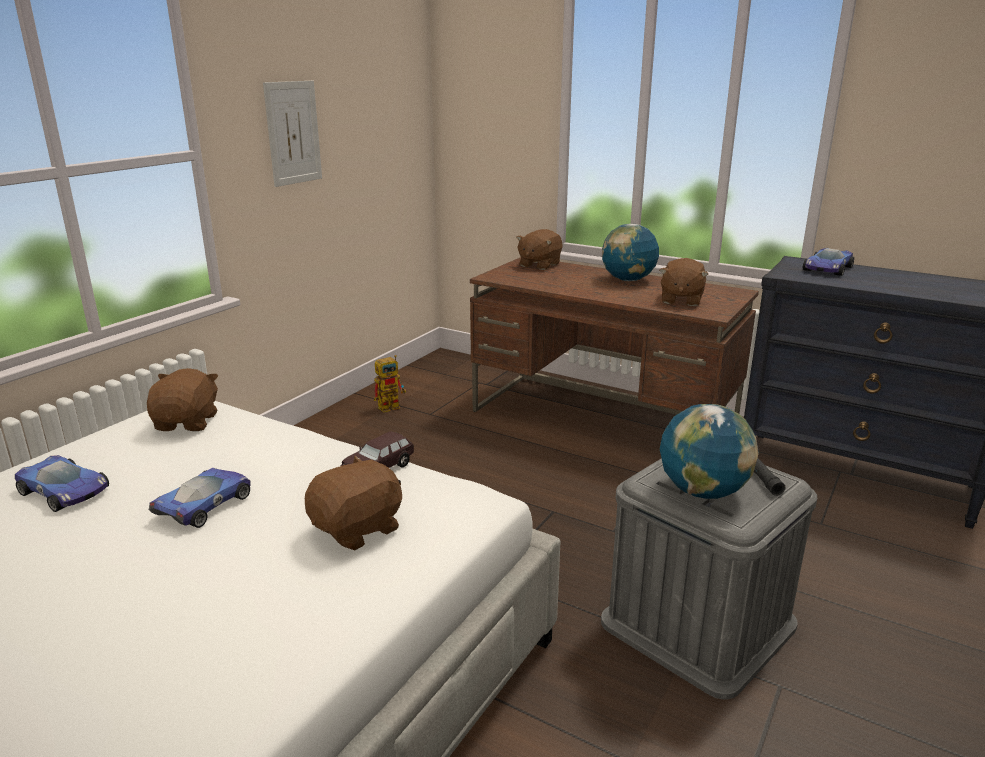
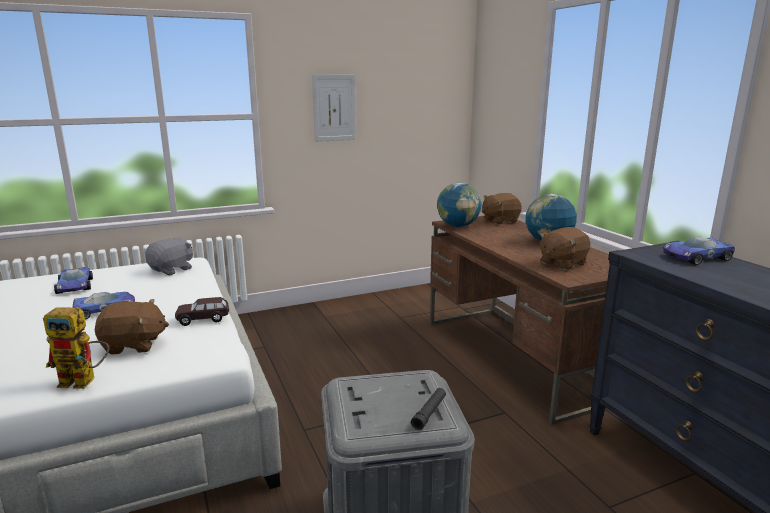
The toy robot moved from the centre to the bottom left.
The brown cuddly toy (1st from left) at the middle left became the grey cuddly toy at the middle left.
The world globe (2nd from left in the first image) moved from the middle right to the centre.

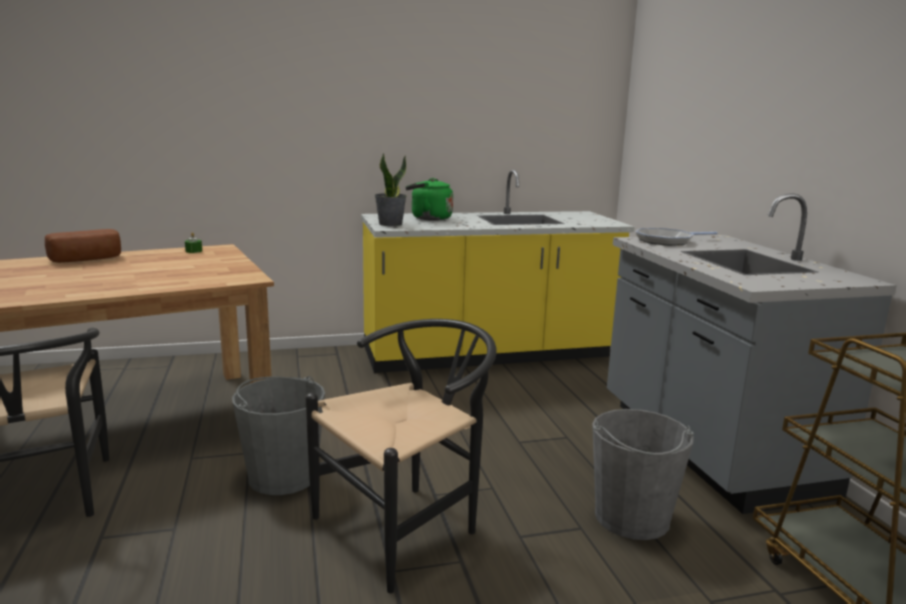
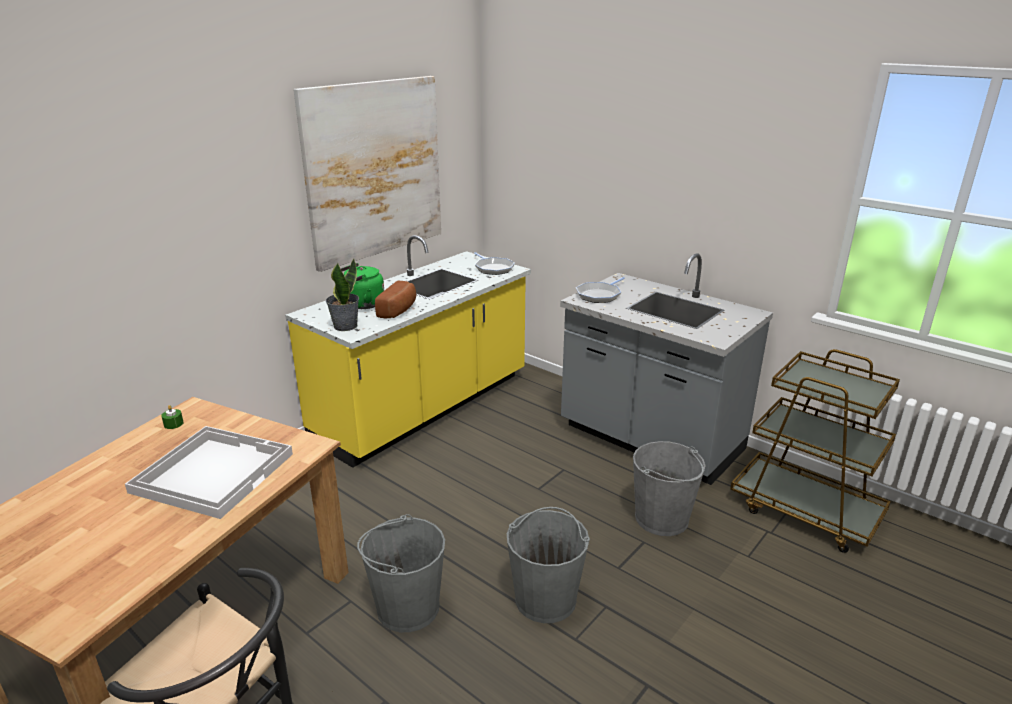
The bakery bread moved from the middle left to the centre.
The black-coloured plain chair (2nd from left) at the bottom centre was replaced by the grey water bucket (2nd from left) at the bottom centre.
The wall picture at the top centre appeared.
The frying pan (1st from left) at the centre appeared.
The white tray at the bottom left appeared.

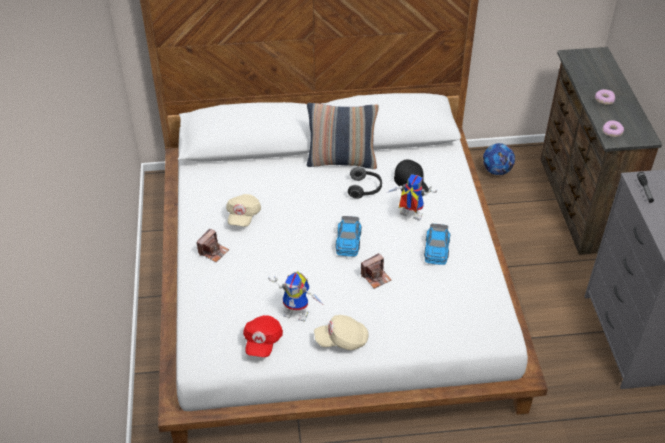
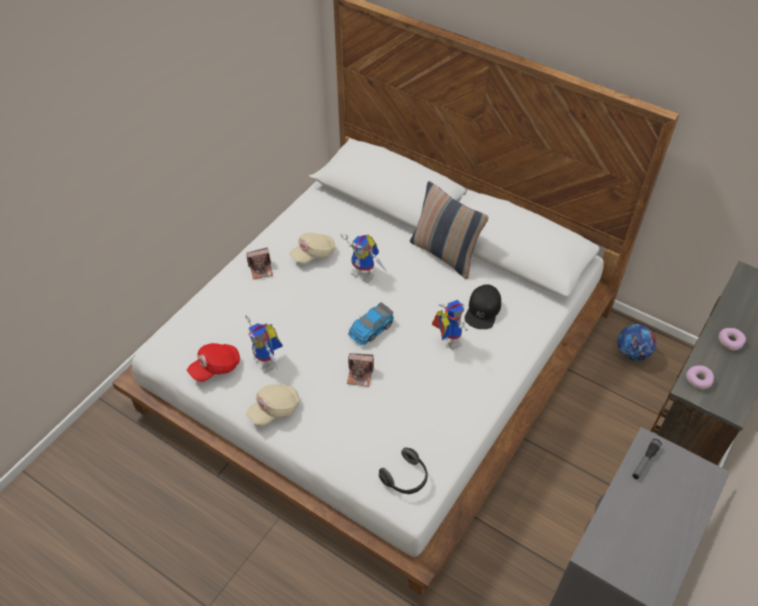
The pair of headphones moved from the centre to the bottom centre.
The miniature car (2nd from left) at the centre disappeared.
The sand-coloured baseball cap (2nd from left in the first image) at the bottom centre turned 75 degrees counterclockwise.
The toy robot (2nd from left) at the centre appeared.

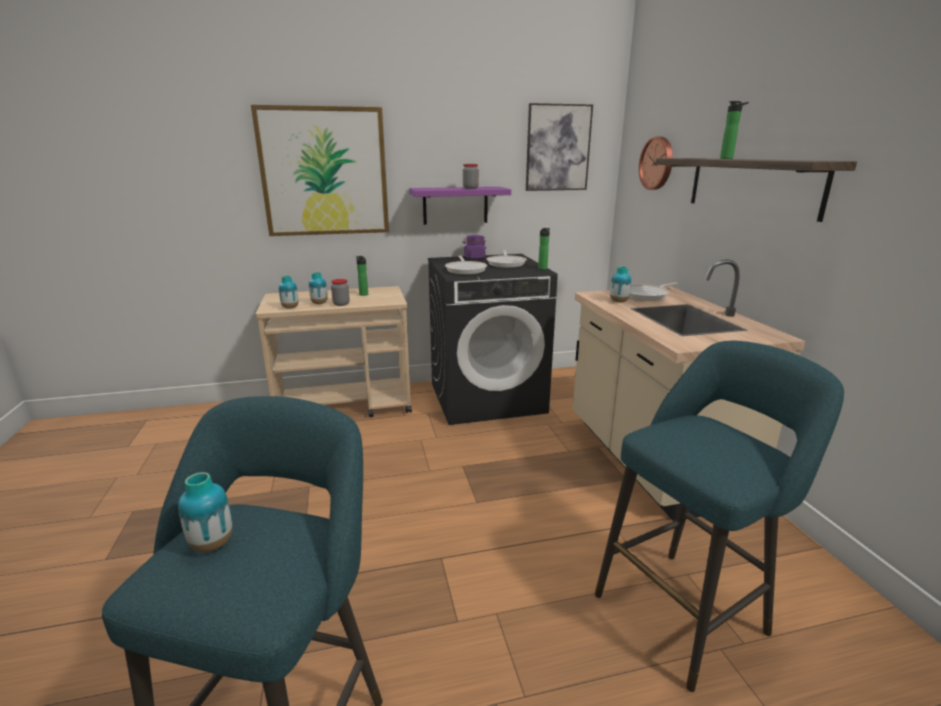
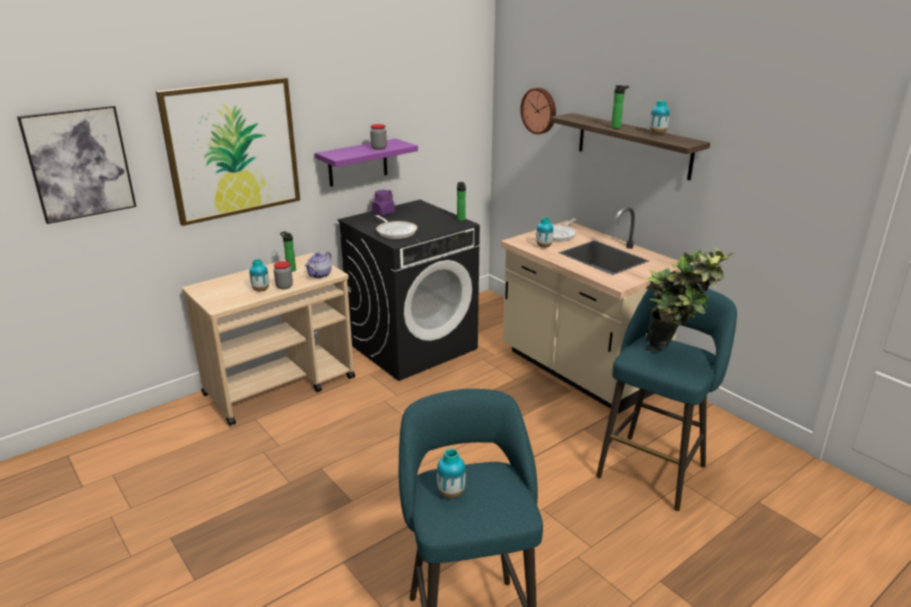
The wall picture (2nd from left in the first image) moved from the top centre to the top left.
The frying pan (2nd from left) at the centre disappeared.
The decorative vase (2nd from left in the first image) moved from the middle left to the top right.
The plant in a pot at the middle right appeared.
The pot for tea at the centre appeared.

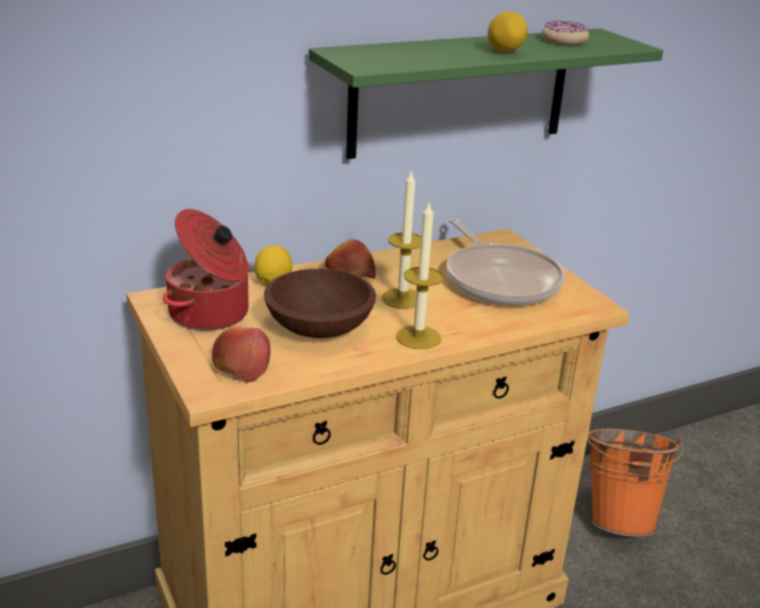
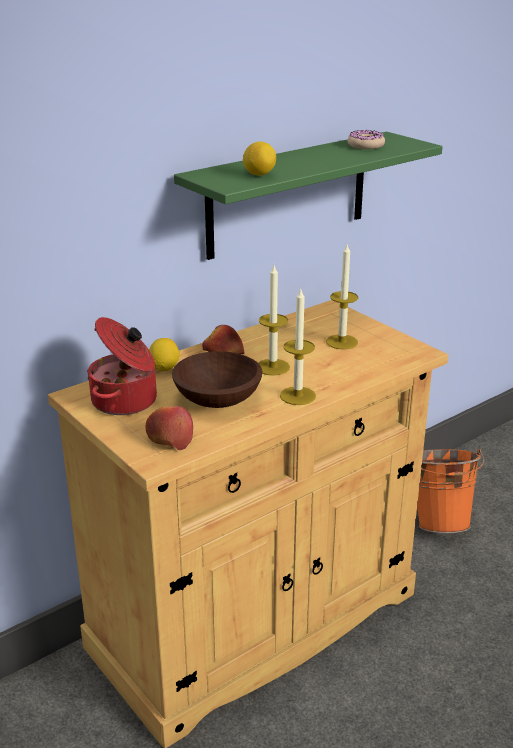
The lemon (2nd from left) moved from the top right to the top centre.
The frying pan at the centre was replaced by the wax candle (3rd from left) at the middle right.

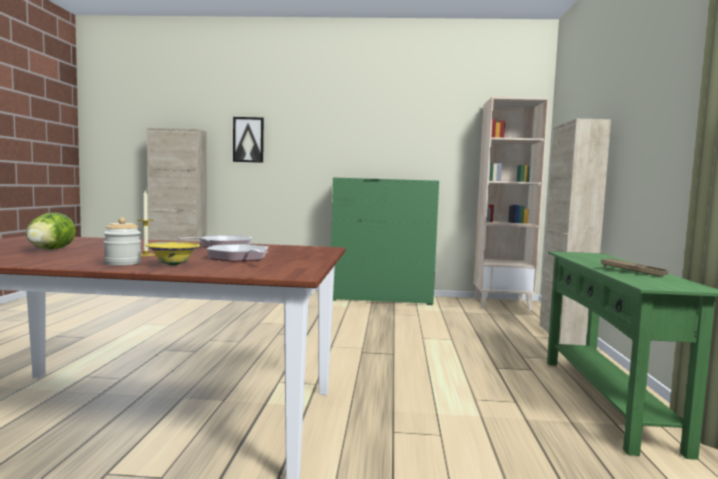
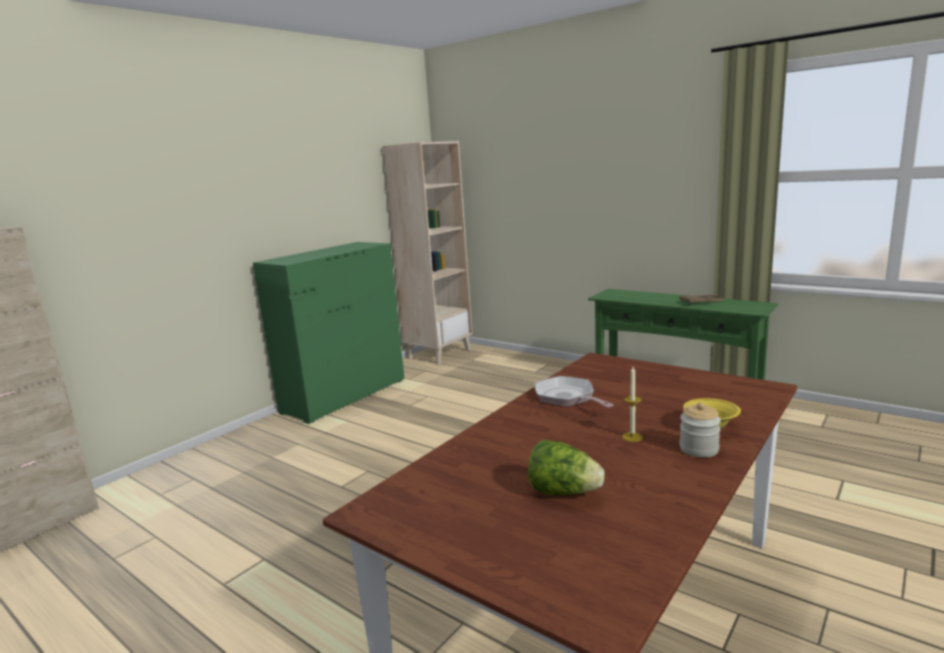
The wall picture at the top centre disappeared.
The sand-coloured cabinet (2nd from left) at the middle right disappeared.
The frying pan (2nd from left) at the middle left disappeared.

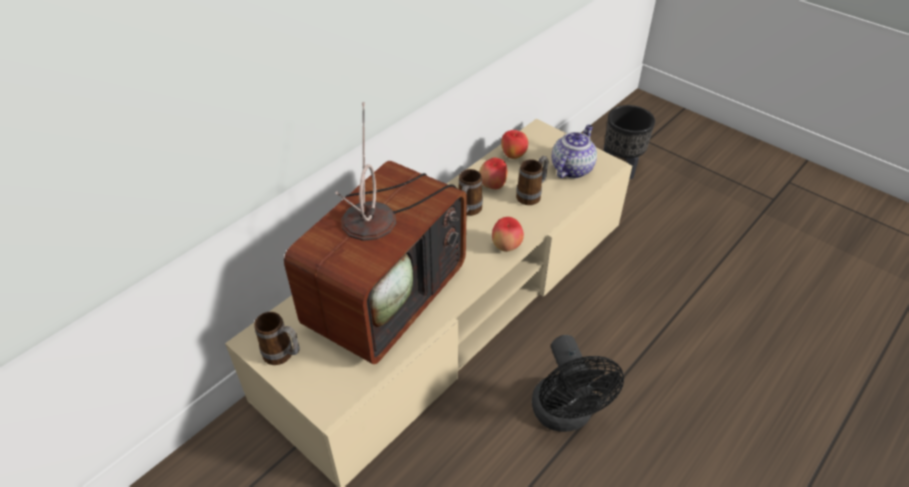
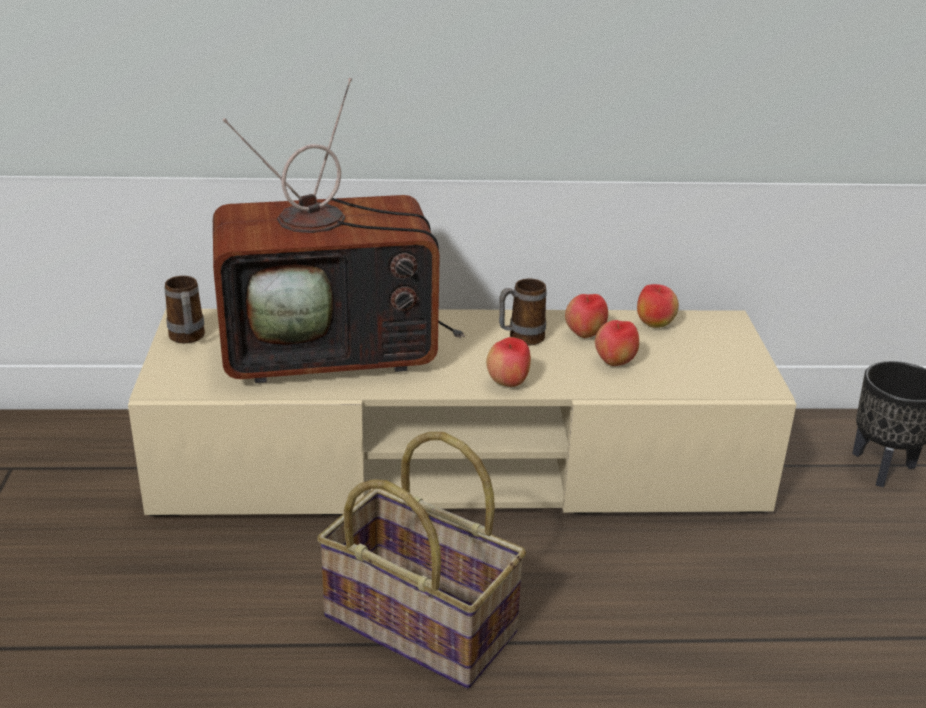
The pot for tea at the top centre disappeared.
The mug (3rd from left) at the centre was replaced by the apple (3rd from left) at the centre.
The black-coloured cooling fan at the bottom centre was replaced by the storage basket at the bottom centre.

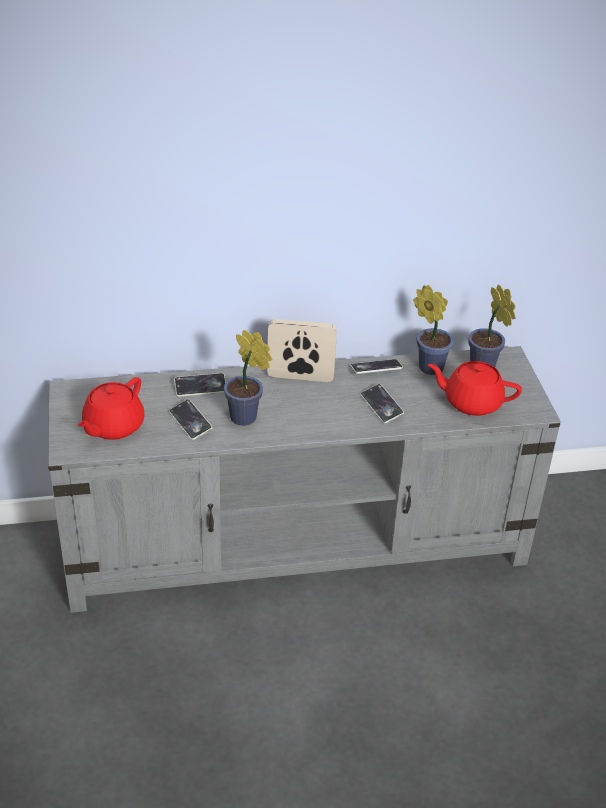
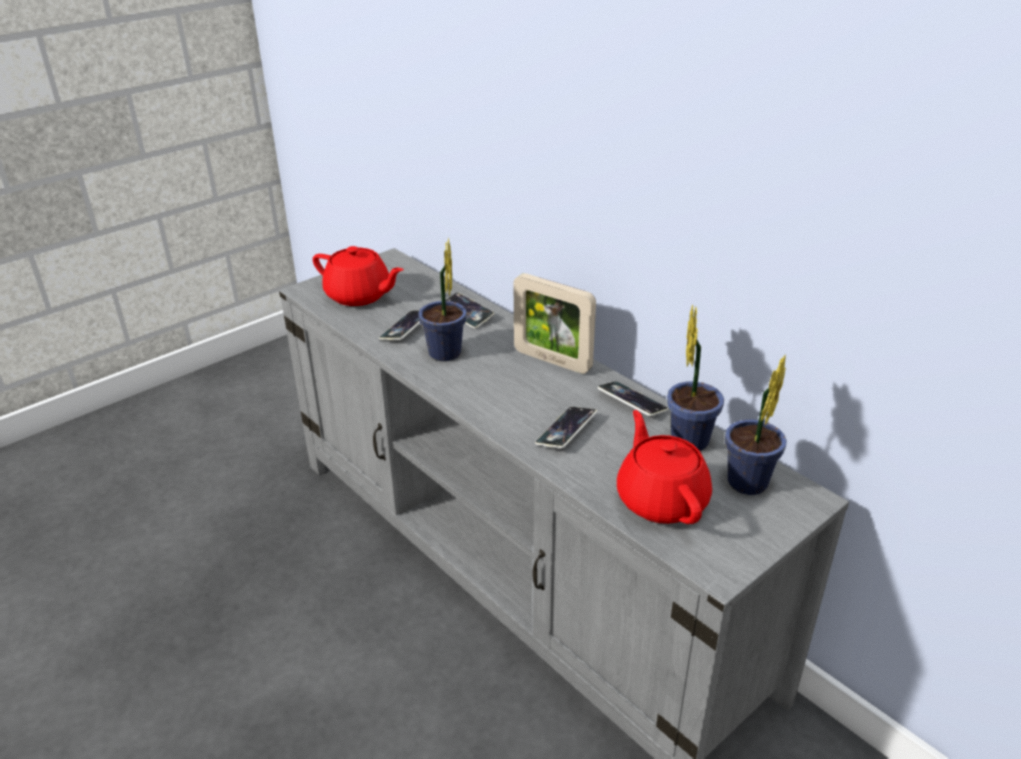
The photo frame at the centre turned 150 degrees clockwise.
The reddish pot for tea (1st from left) at the middle left turned 150 degrees counterclockwise.

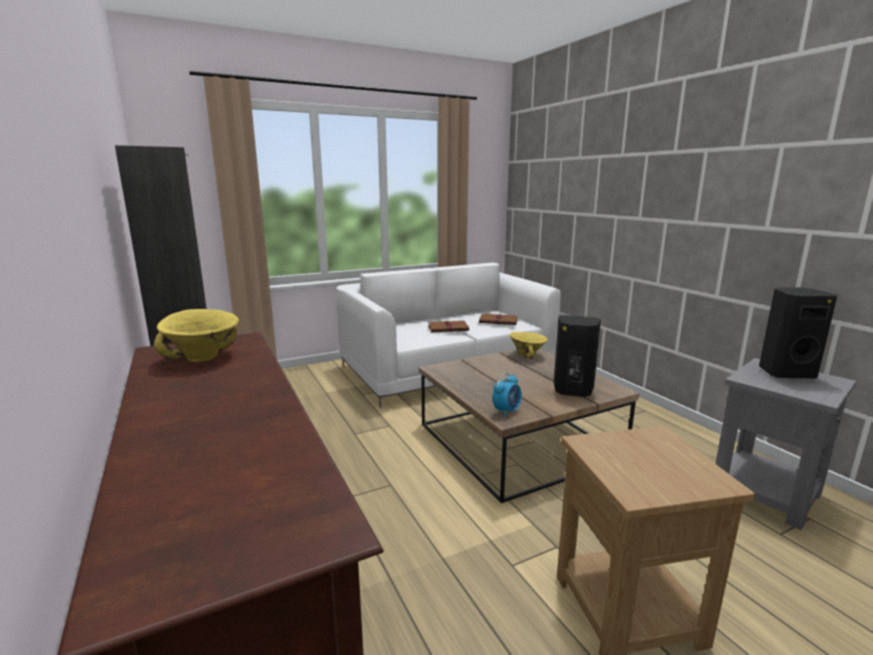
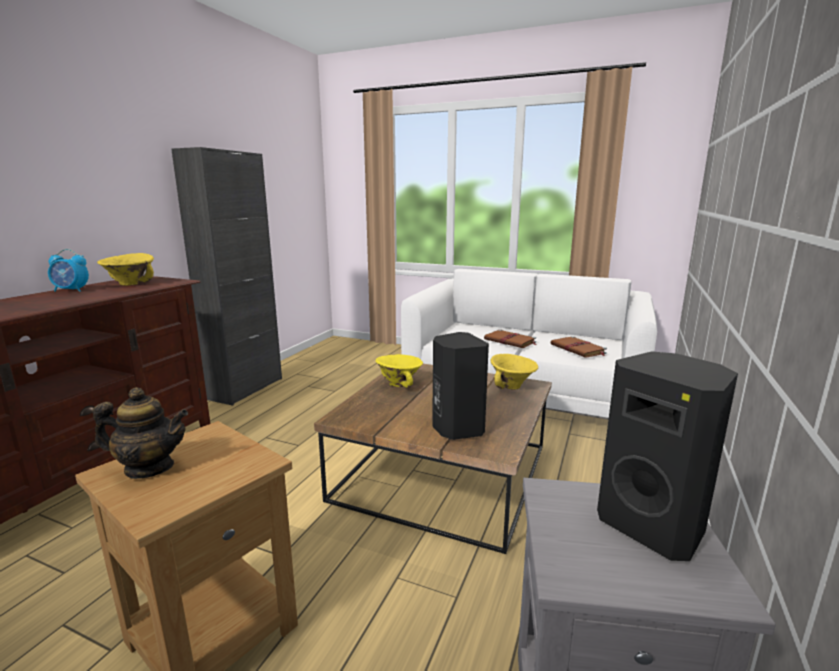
The alarm clock moved from the centre to the middle left.
The yellow-coloured serving bowl (2nd from left) at the centre appeared.
The pot for tea at the middle left appeared.

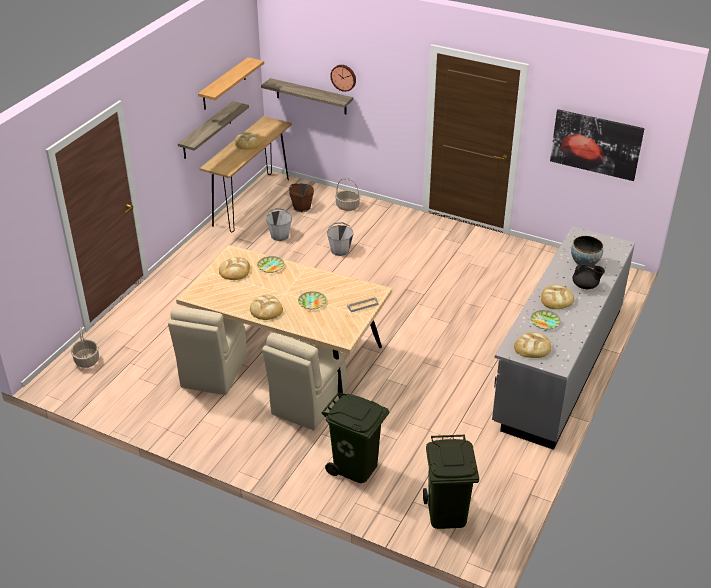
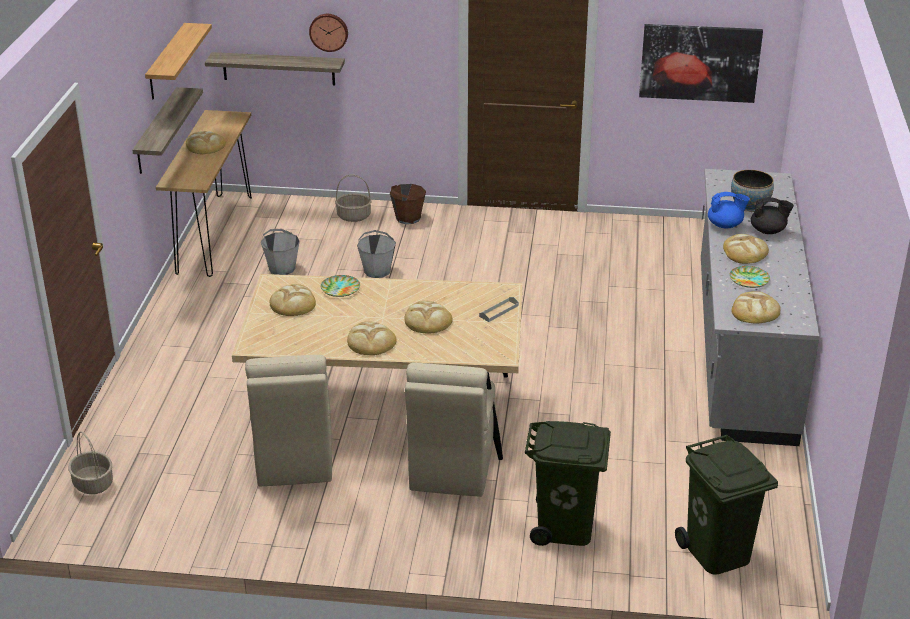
The brown water bucket moved from the centre to the top centre.
The dinner plate (2nd from left) at the centre was replaced by the bakery bread (4th from left) at the centre.
The bluish pot for tea at the middle right appeared.

